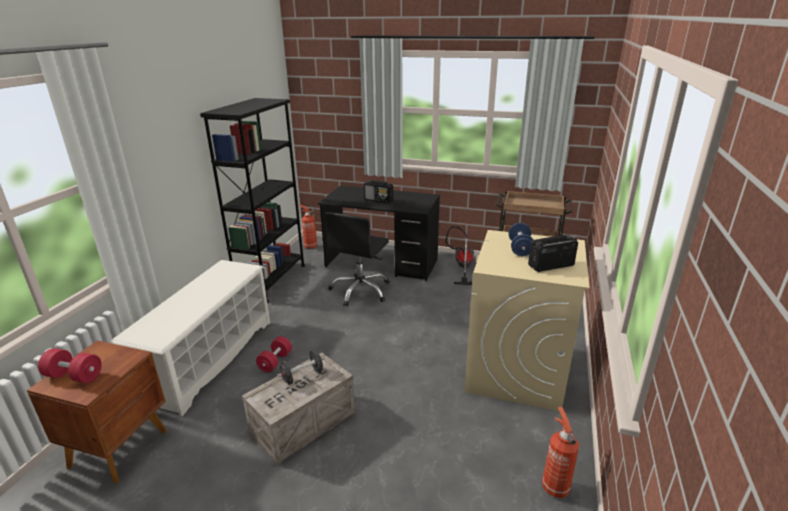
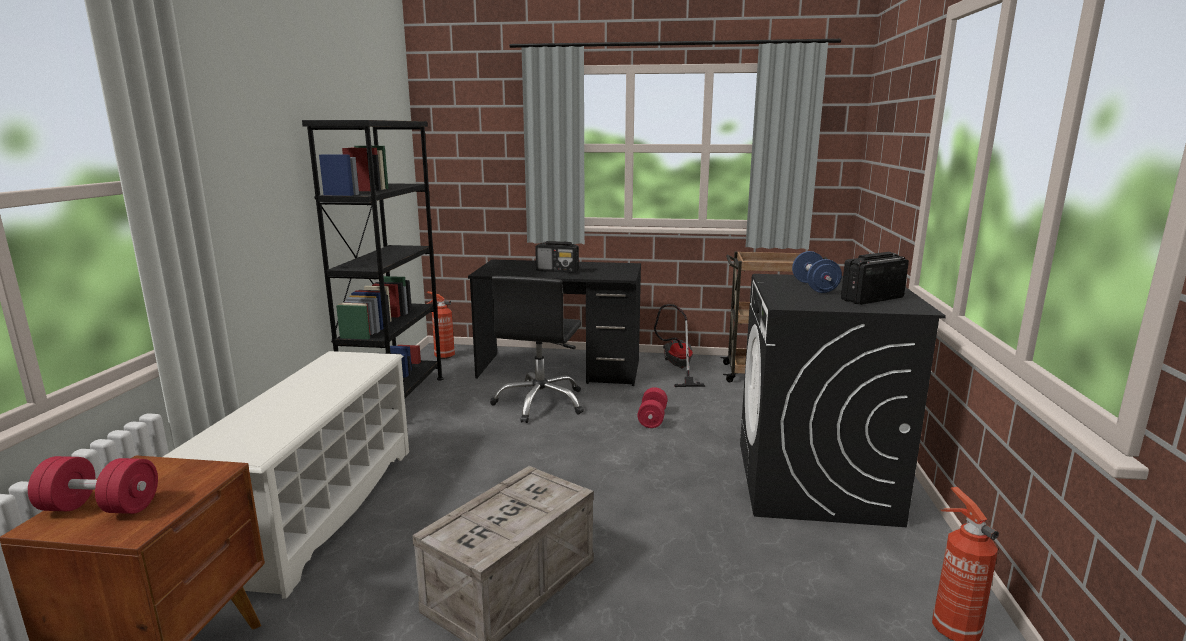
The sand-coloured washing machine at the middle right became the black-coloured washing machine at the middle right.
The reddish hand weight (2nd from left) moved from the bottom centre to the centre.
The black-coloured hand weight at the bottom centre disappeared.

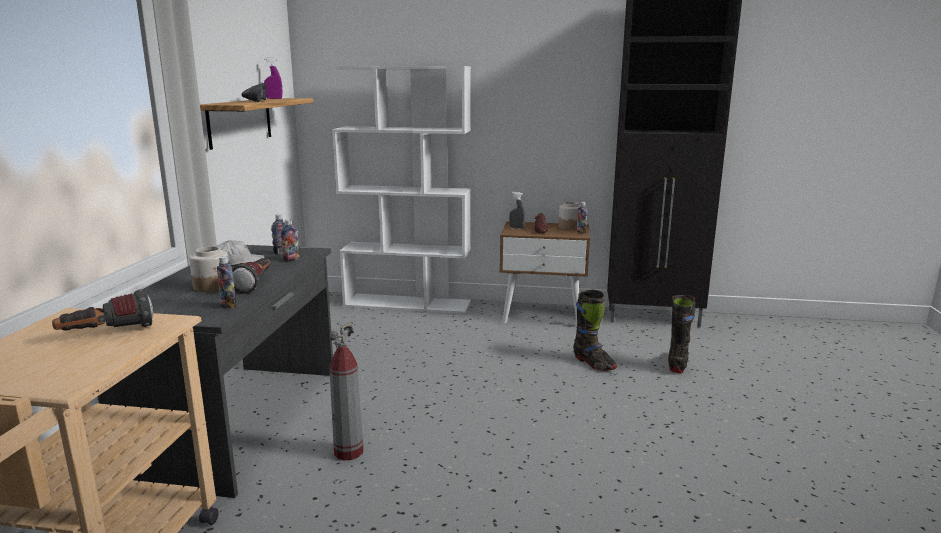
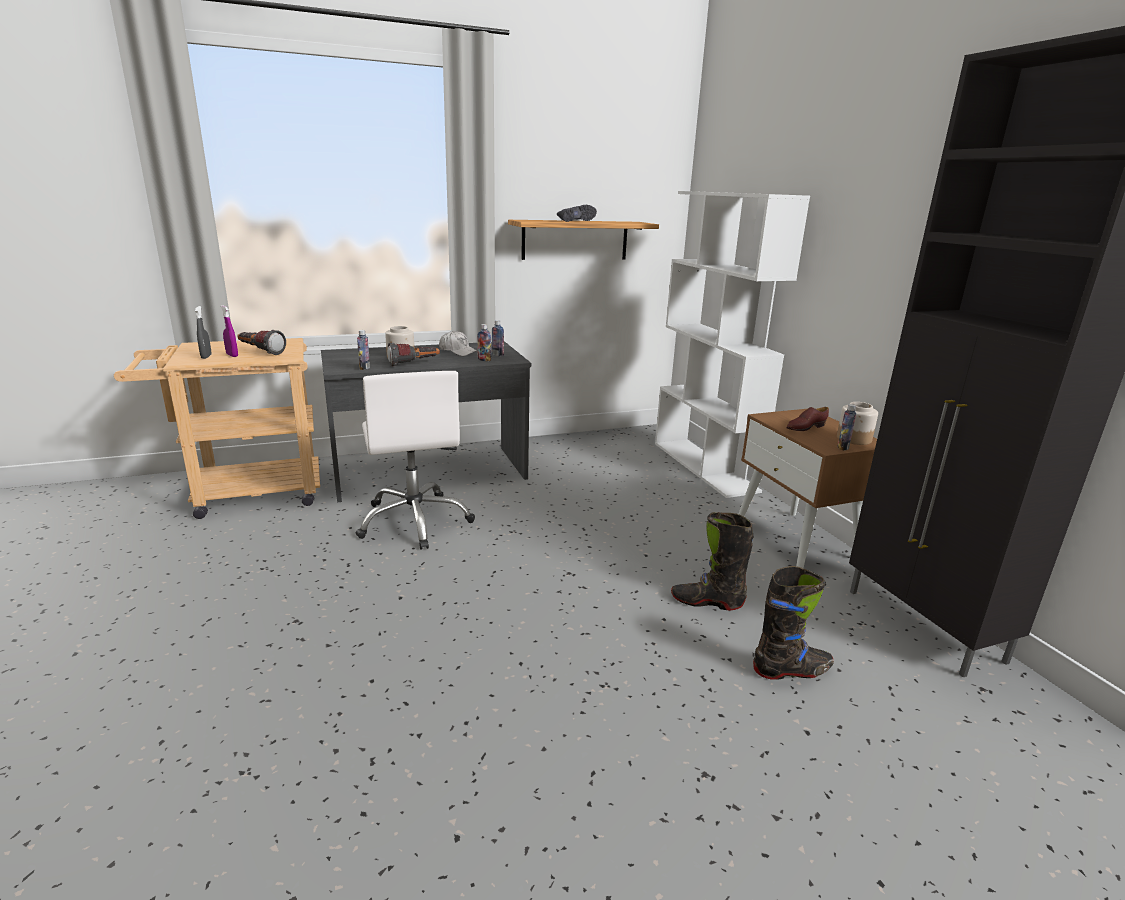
The purple-coloured spray bottle moved from the top left to the middle left.
The grey spray bottle moved from the centre to the middle left.
The black-coloured tall boot (1st from left) at the centre turned 75 degrees clockwise.
The fire extinguisher at the bottom centre was replaced by the white computer chair at the centre.

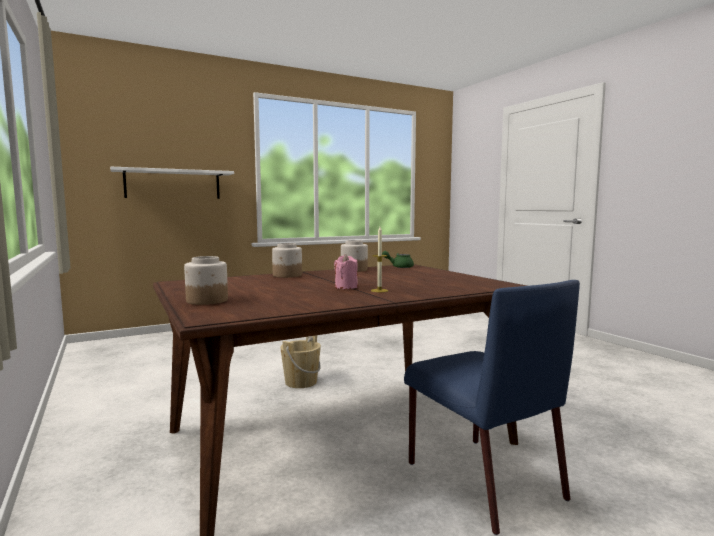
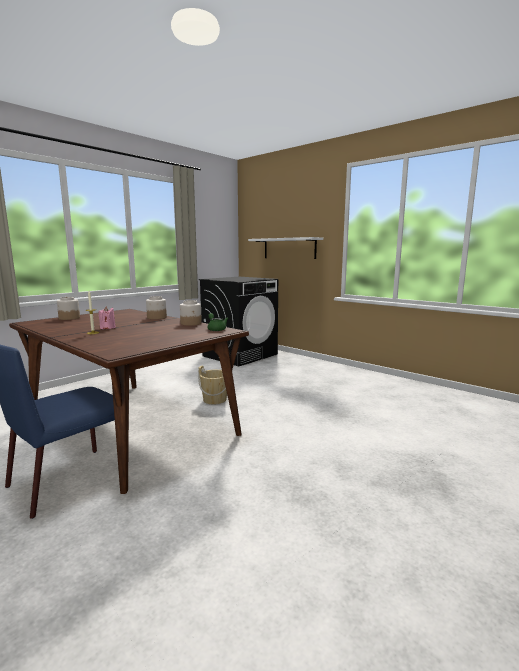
The black-coloured washing machine at the centre appeared.

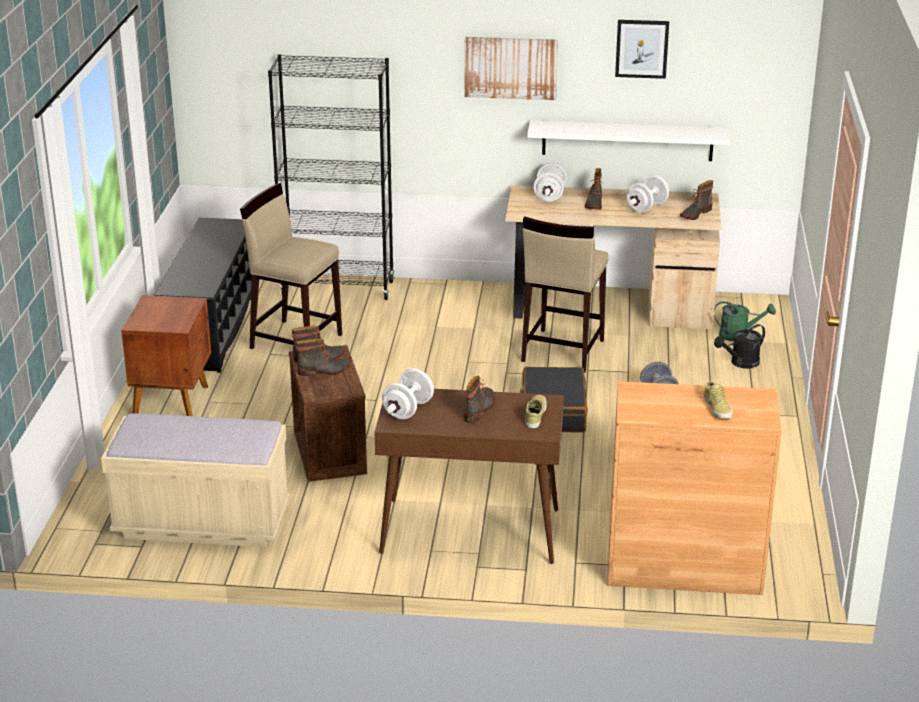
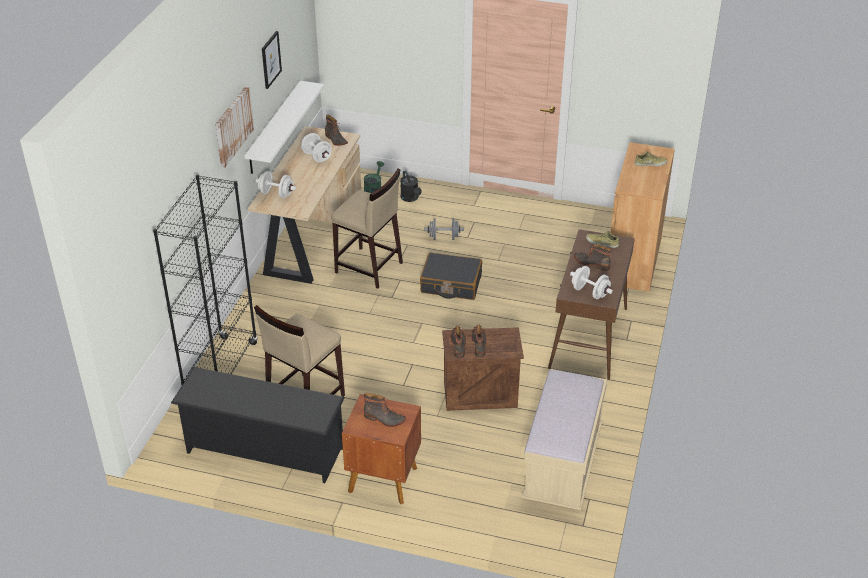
The tall boot (4th from left in the first image) moved from the top centre to the bottom centre.

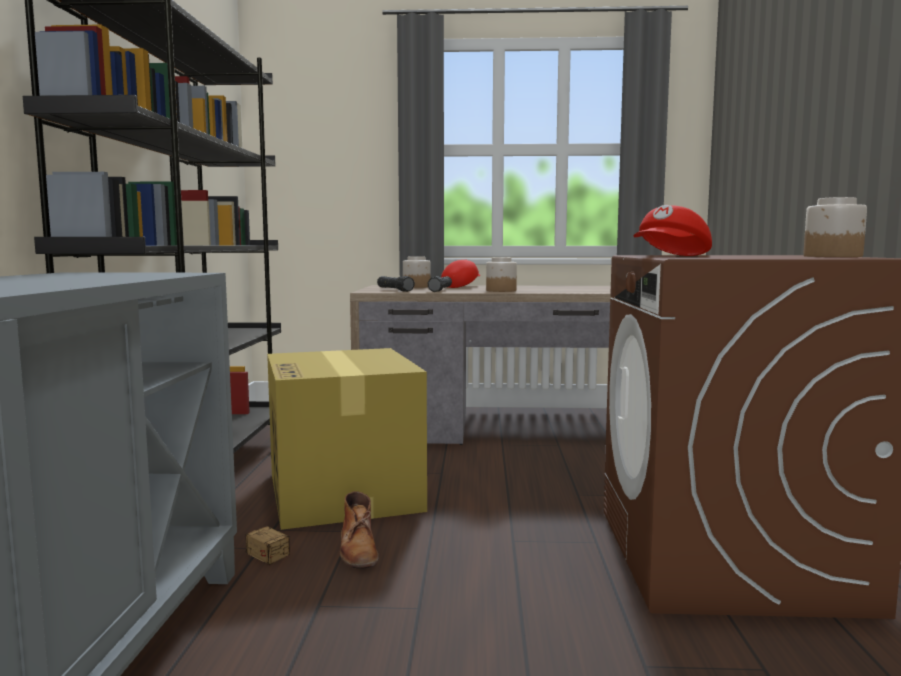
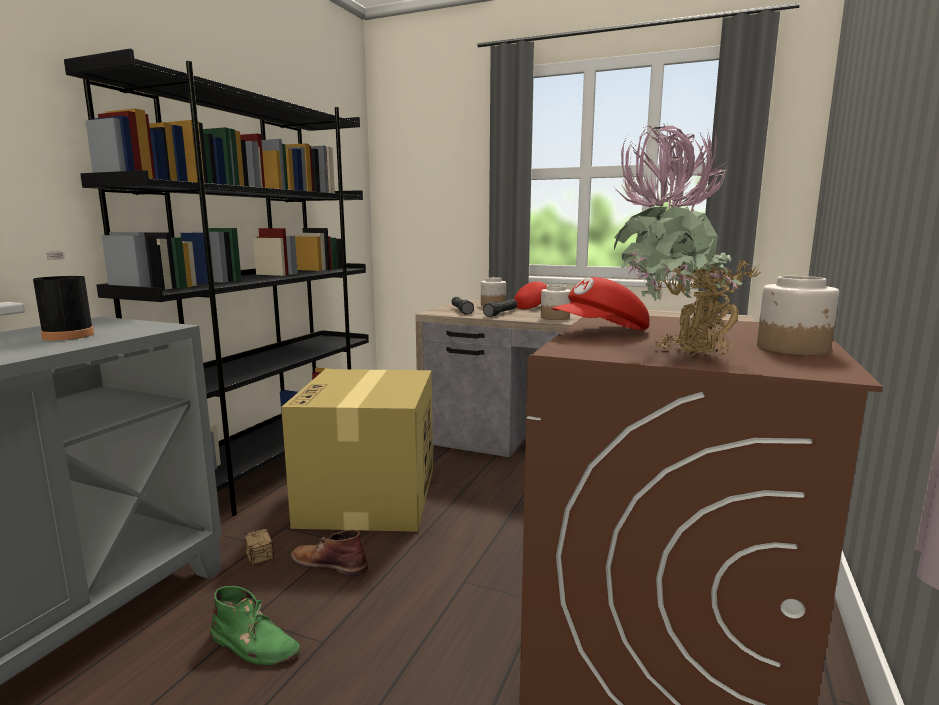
The brown tall boot at the bottom centre turned 105 degrees clockwise.
The plant in a pot at the middle right appeared.
The black-coloured bottle at the middle left appeared.
The greenish tall boot at the bottom left appeared.

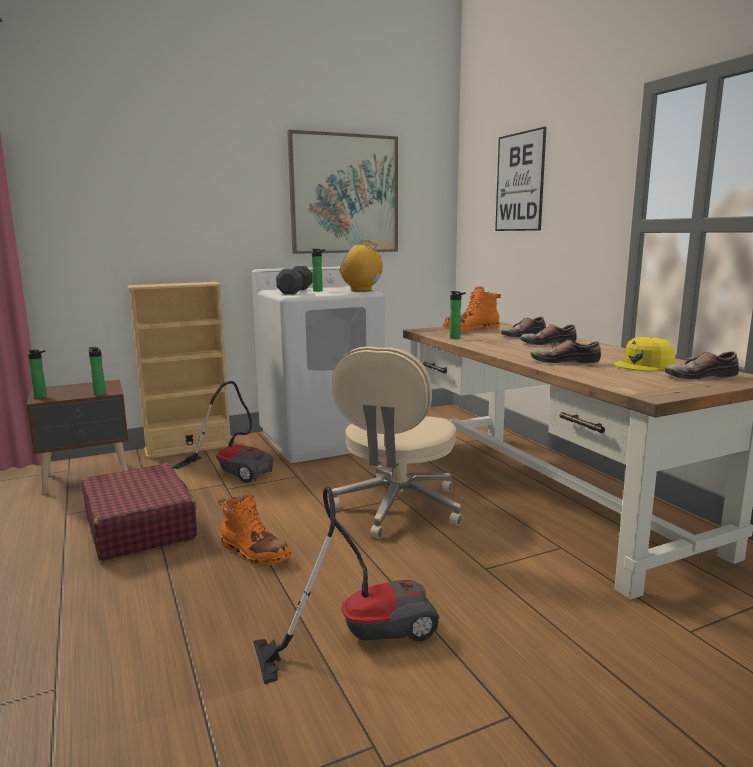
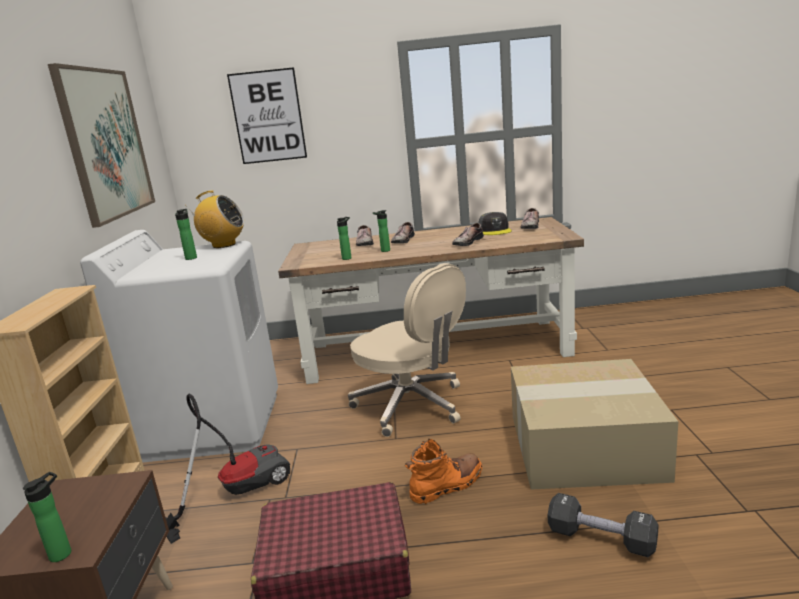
The radio set at the centre turned 120 degrees counterclockwise.
The black-coloured hand weight moved from the centre to the bottom right.
The orangey tall boot (2nd from left) at the centre disappeared.
The yellow-coloured baseball cap at the middle right became the grey baseball cap at the centre.
The bottle (2nd from left in the first image) moved from the middle left to the centre.
The vacuum cleaner (2nd from left) at the bottom centre was replaced by the carton at the bottom right.

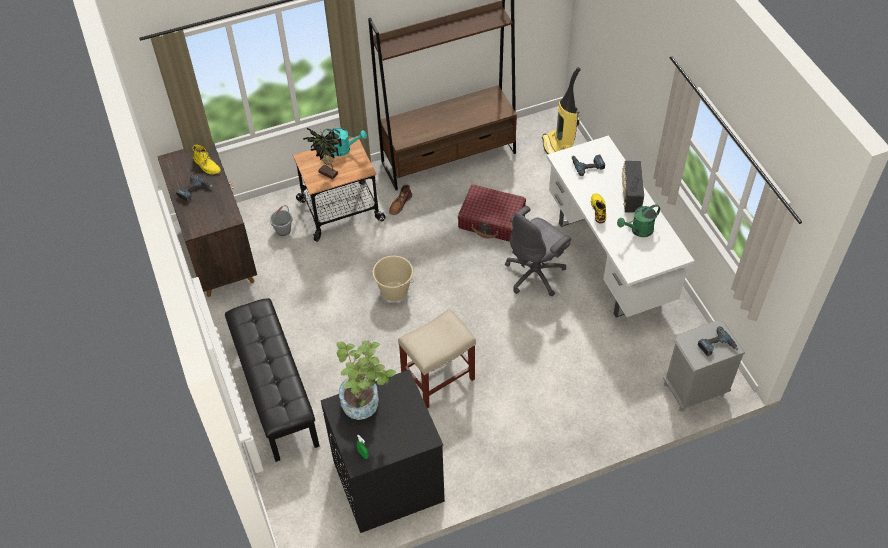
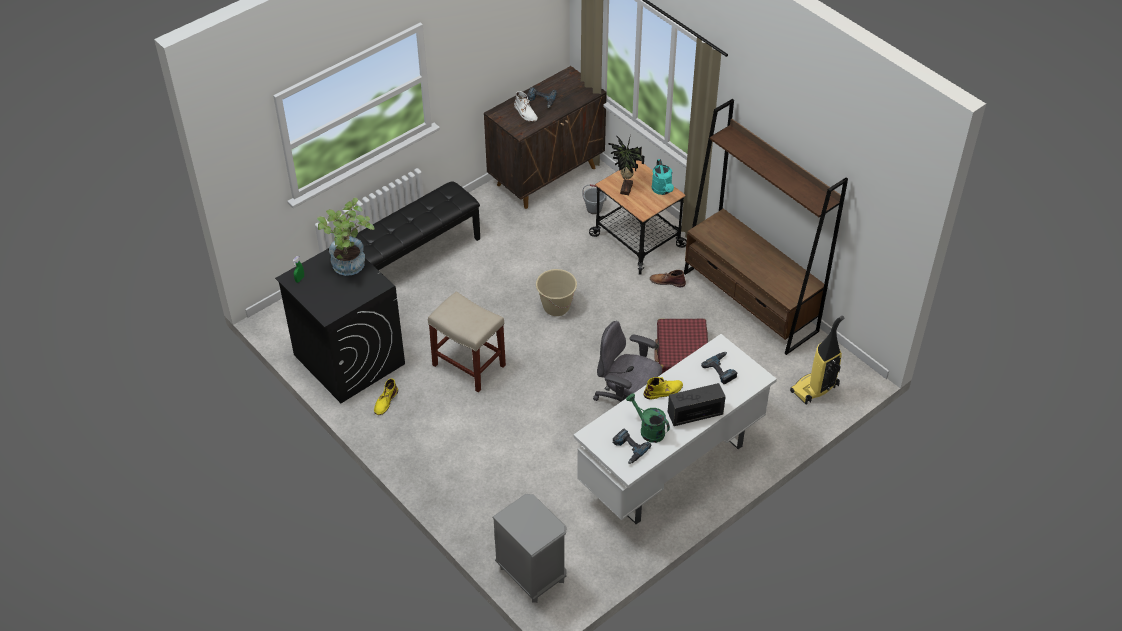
The yellow-coloured tall boot (1st from left) moved from the top left to the centre.
The power drill (3rd from left in the first image) moved from the middle right to the bottom centre.
The white tall boot at the top centre appeared.

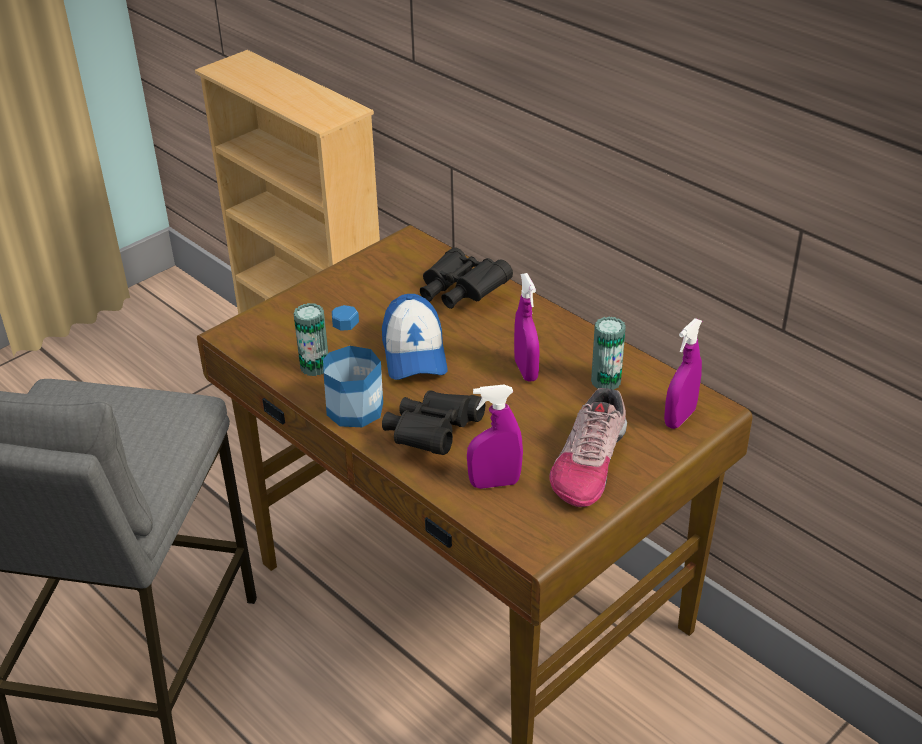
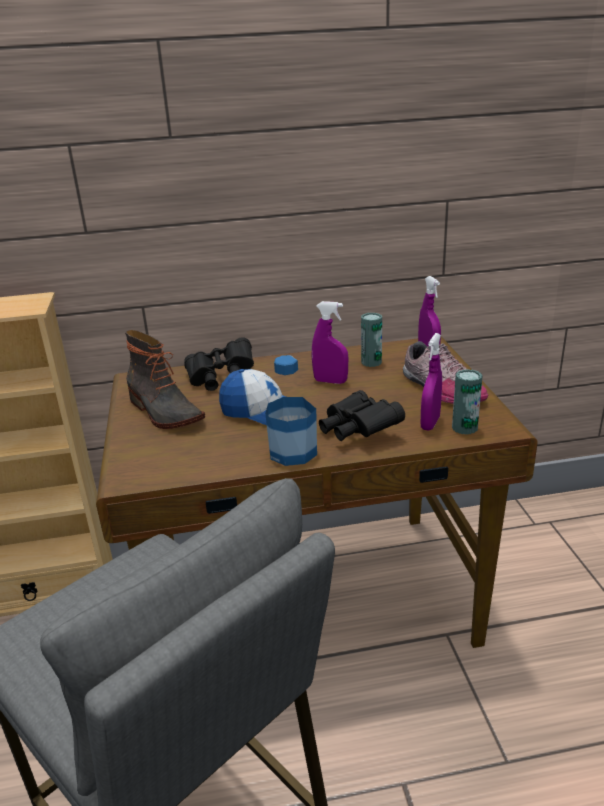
The metal can (1st from left in the first image) moved from the centre to the middle right.
The tall boot at the middle left appeared.

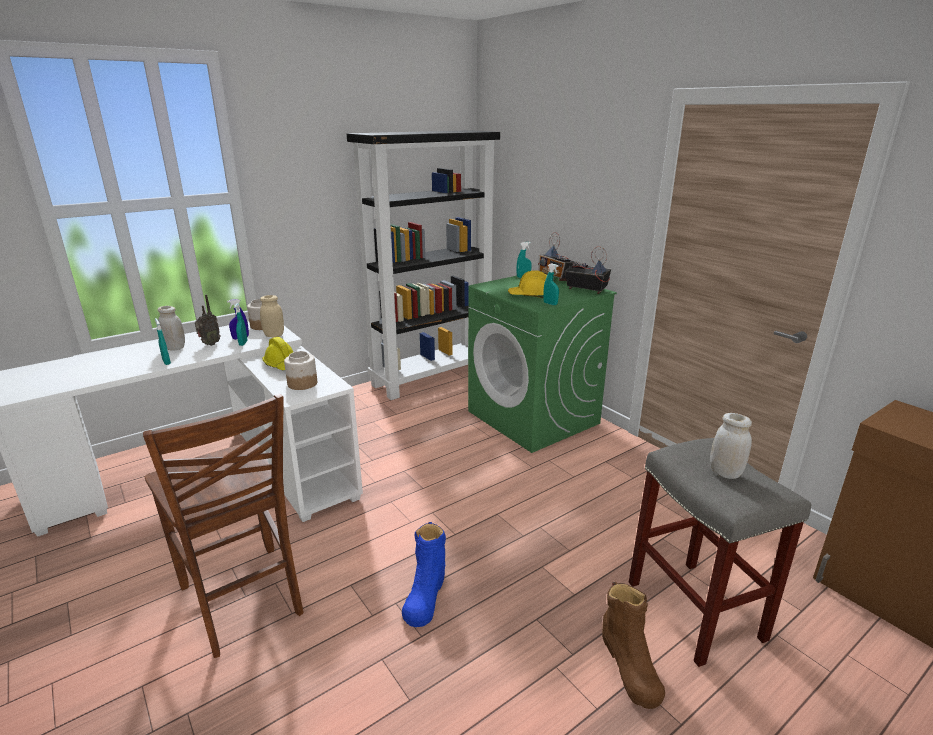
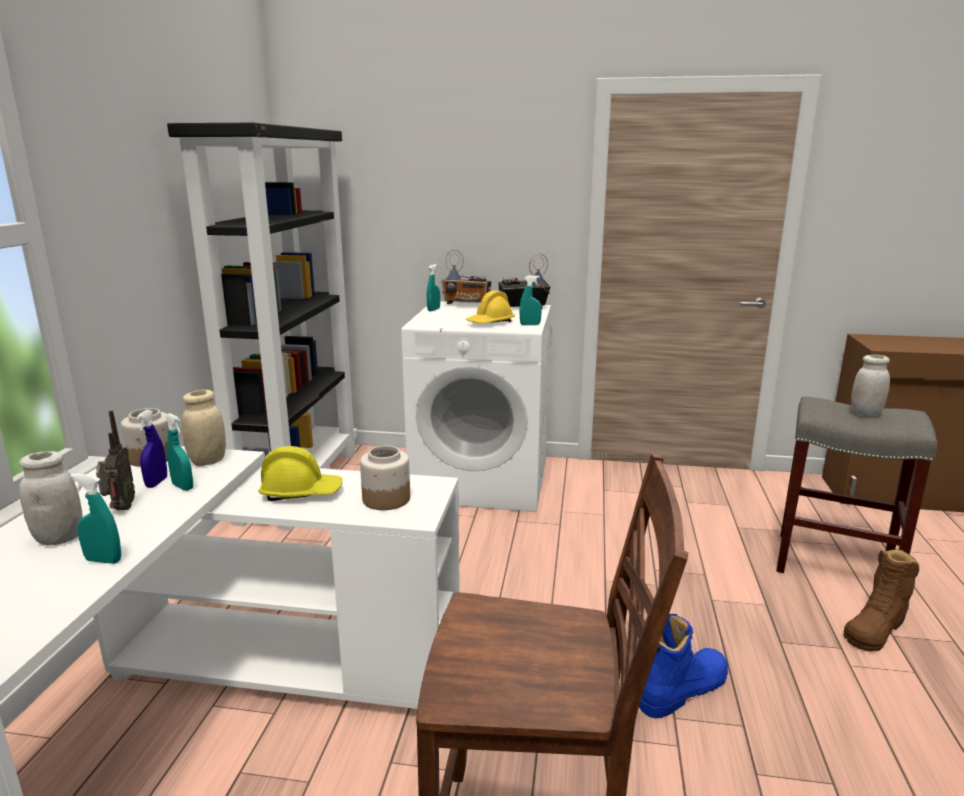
The greenish washing machine at the centre became the white washing machine at the centre.
The bluish tall boot at the bottom centre turned 90 degrees counterclockwise.
The brown tall boot at the bottom right turned 105 degrees clockwise.

